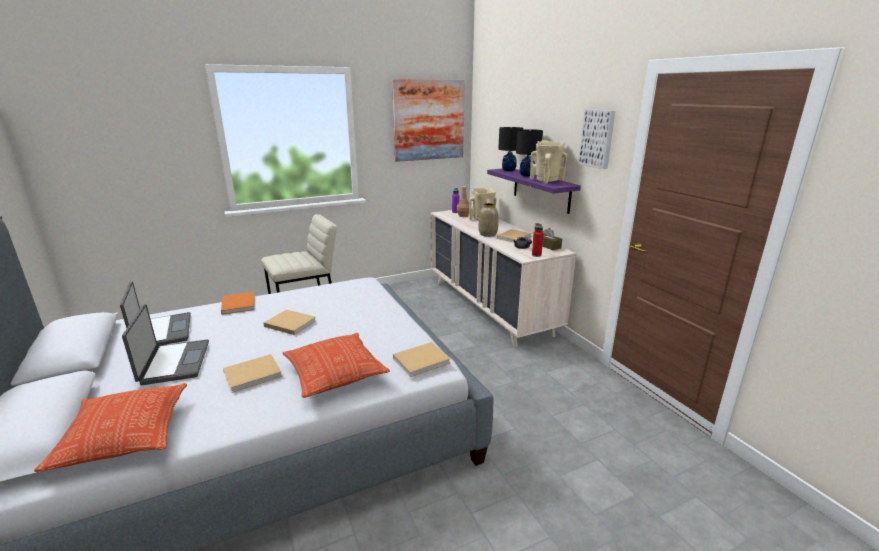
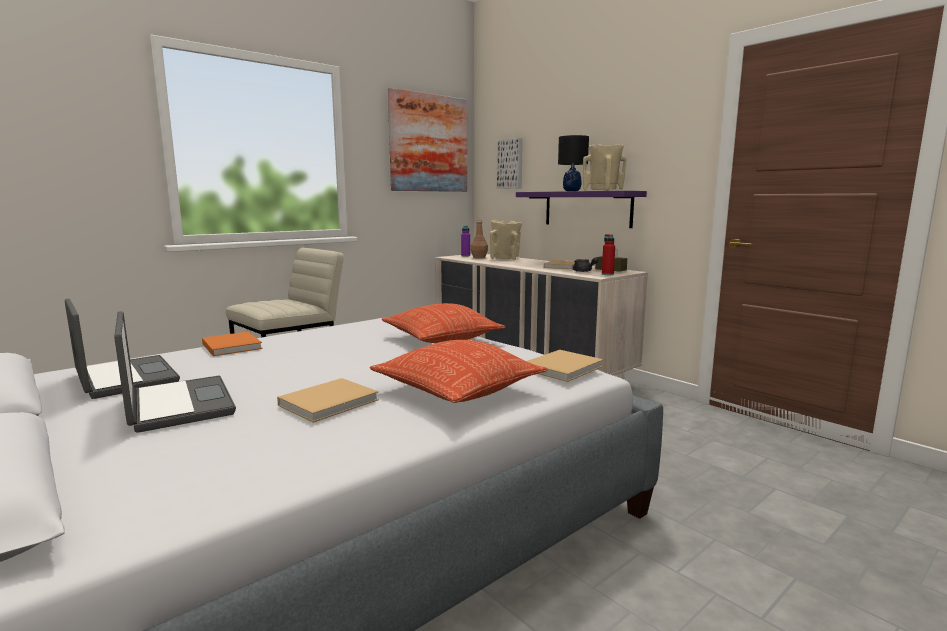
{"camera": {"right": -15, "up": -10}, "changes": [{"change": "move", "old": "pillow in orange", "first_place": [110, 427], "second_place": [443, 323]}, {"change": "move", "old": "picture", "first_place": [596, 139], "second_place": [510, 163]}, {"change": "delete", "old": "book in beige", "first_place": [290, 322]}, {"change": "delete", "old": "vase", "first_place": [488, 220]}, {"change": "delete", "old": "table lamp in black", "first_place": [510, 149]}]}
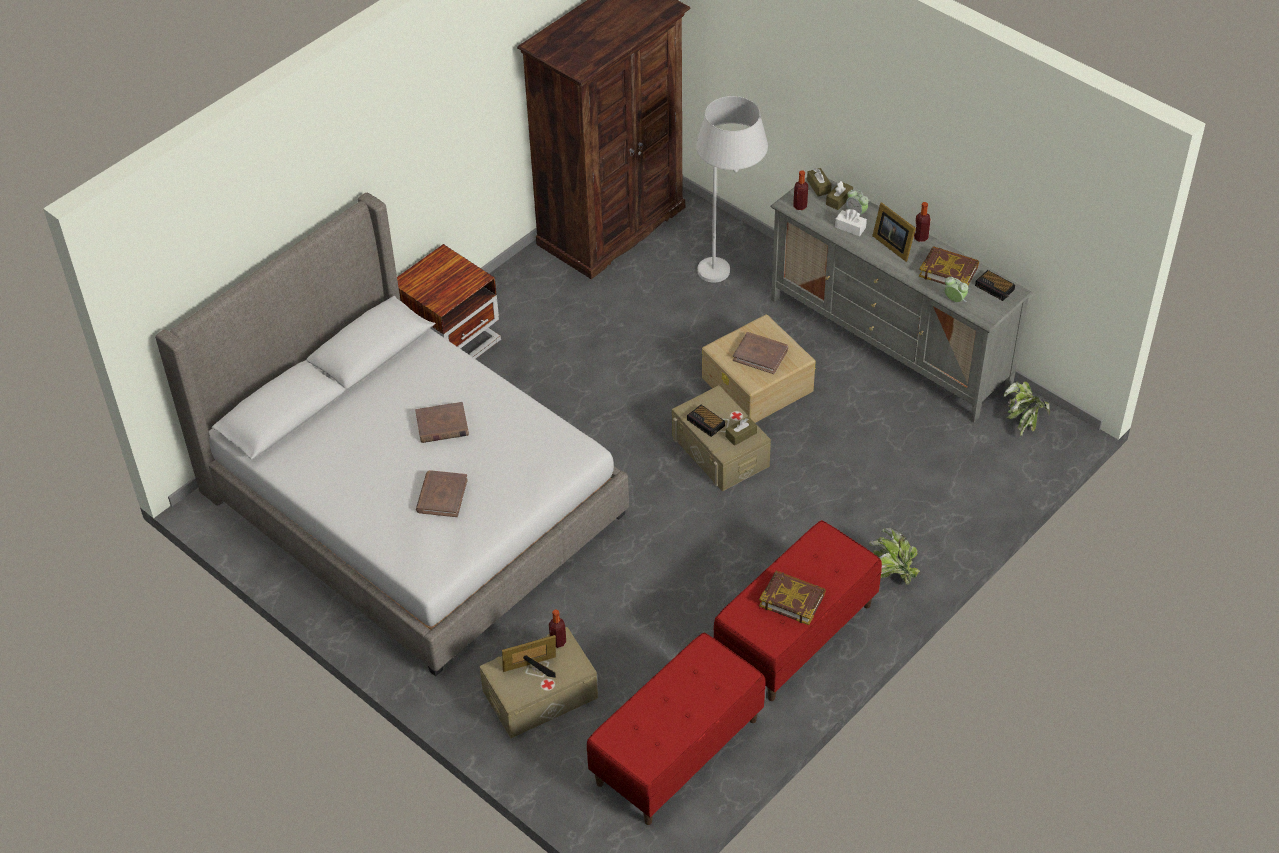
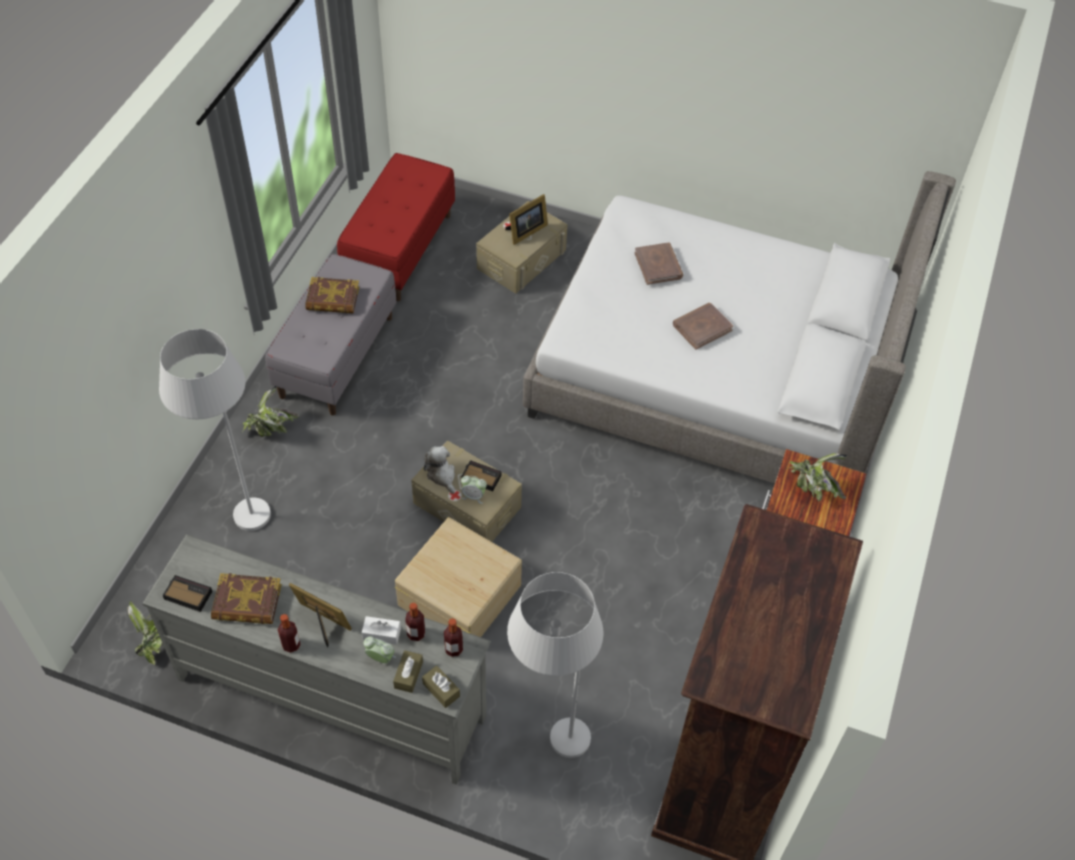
{"camera": {"right": 155, "up": 5}, "changes": [{"change": "insert", "new": "floor lamp in white", "second_place": [215, 430]}, {"change": "recolor", "old": "bench in red", "new": "bench in grey", "first_place": [797, 610], "second_place": [331, 334]}, {"change": "move", "old": "bottle", "first_place": [557, 628], "second_place": [415, 622]}, {"change": "replace", "old": "tissue box in brown", "new": "plush toy", "first_place": [741, 431], "second_place": [439, 470]}, {"change": "move", "old": "alarm clock", "first_place": [956, 289], "second_place": [474, 489]}, {"change": "insert", "new": "potted plant", "second_place": [817, 477]}, {"change": "delete", "old": "book in brown", "first_place": [760, 353]}]}
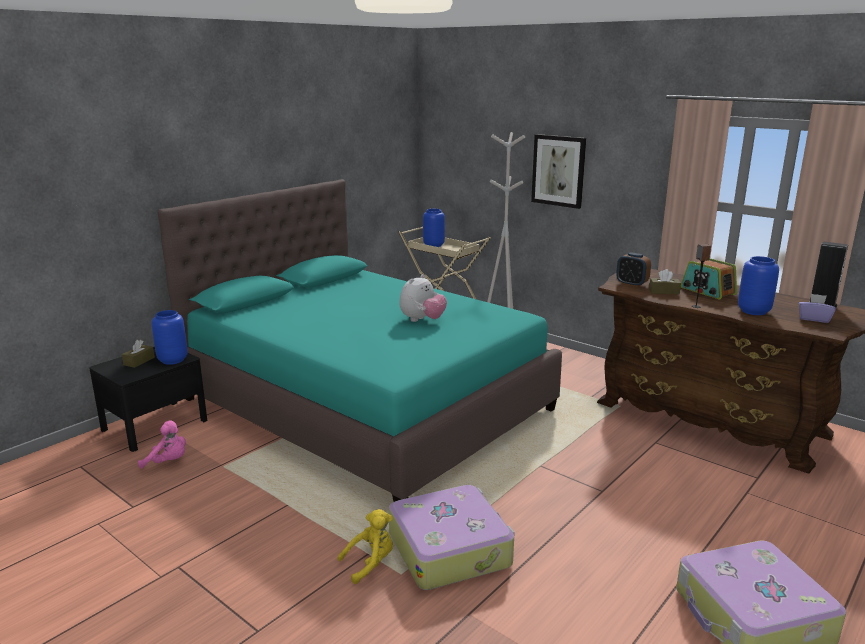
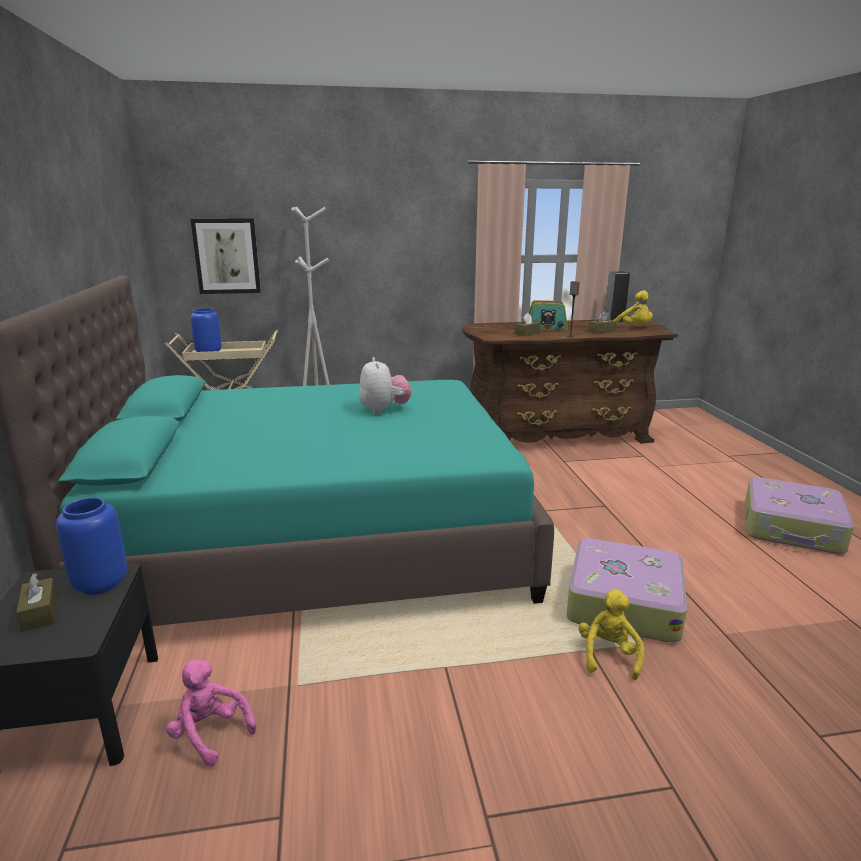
{"camera": {"right": -50, "up": 0}, "changes": [{"change": "rotate", "old": "plush toy in pink", "first_place": [162, 445], "second_place": [211, 713], "degrees": -105}, {"change": "move", "old": "picture", "first_place": [558, 171], "second_place": [225, 256]}, {"change": "replace", "old": "vase in blue", "new": "tissue box in brown", "first_place": [758, 285], "second_place": [602, 322]}, {"change": "replace", "old": "tissue box in purple", "new": "plush toy in yellow", "first_place": [817, 308], "second_place": [633, 307]}, {"change": "delete", "old": "alarm clock", "first_place": [633, 269]}]}
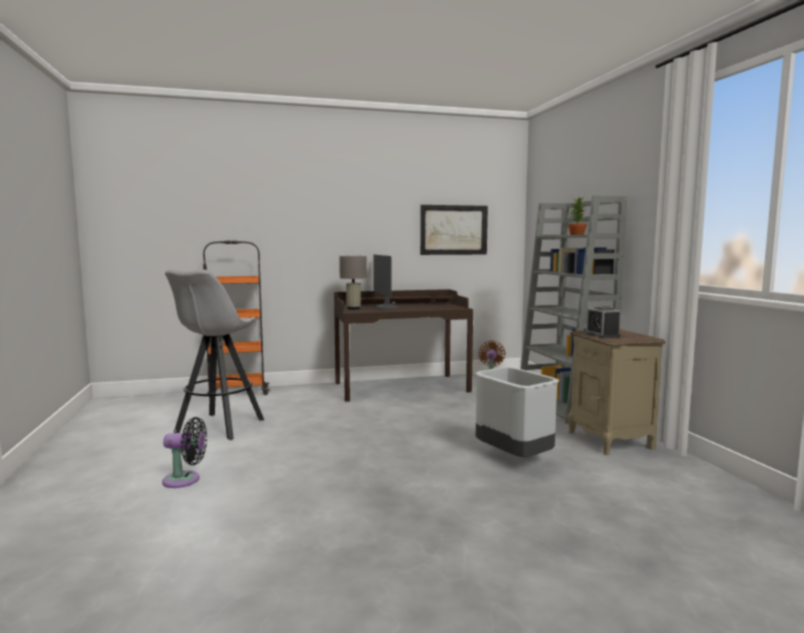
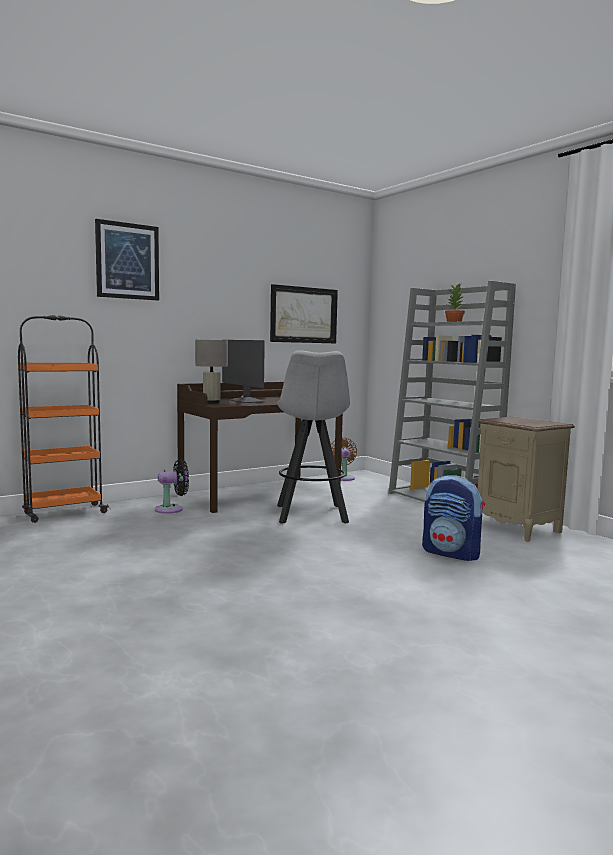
{"camera": {"right": -20, "up": 0}, "changes": [{"change": "insert", "new": "picture", "second_place": [127, 260]}, {"change": "move", "old": "fan in black", "first_place": [184, 452], "second_place": [172, 486]}, {"change": "move", "old": "stool in grey", "first_place": [214, 354], "second_place": [313, 436]}, {"change": "replace", "old": "trash can in grey", "new": "backpack", "first_place": [517, 412], "second_place": [453, 518]}, {"change": "delete", "old": "alarm clock", "first_place": [603, 322]}]}
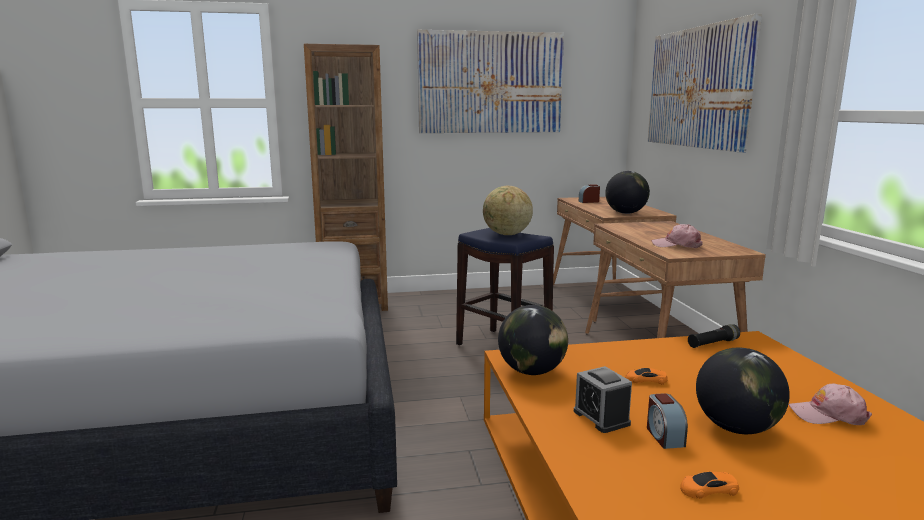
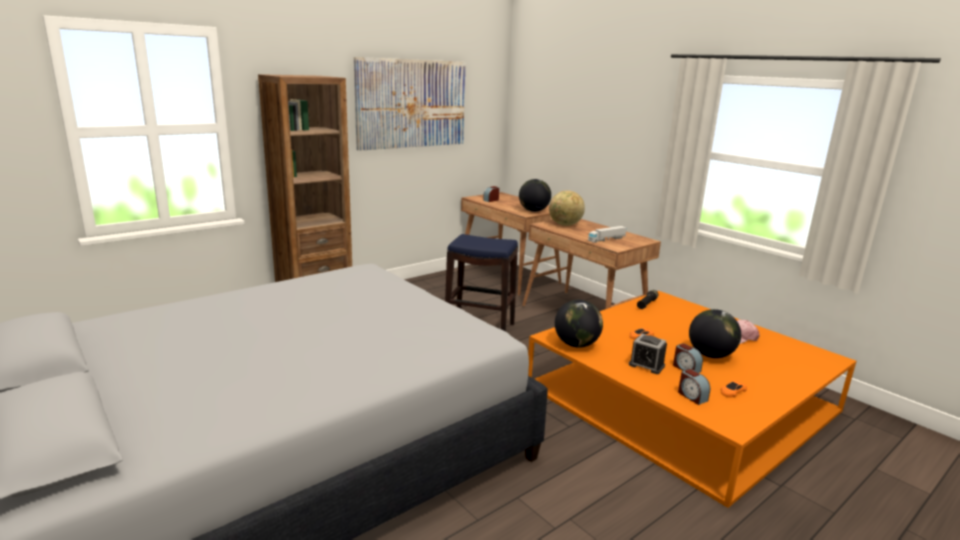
{"camera": {"right": -30, "up": 5}, "changes": [{"change": "move", "old": "globe", "first_place": [508, 210], "second_place": [567, 208]}, {"change": "replace", "old": "cap in pink", "new": "toy truck", "first_place": [677, 236], "second_place": [607, 234]}, {"change": "insert", "new": "alarm clock", "second_place": [694, 387]}, {"change": "delete", "old": "picture", "first_place": [705, 83]}]}
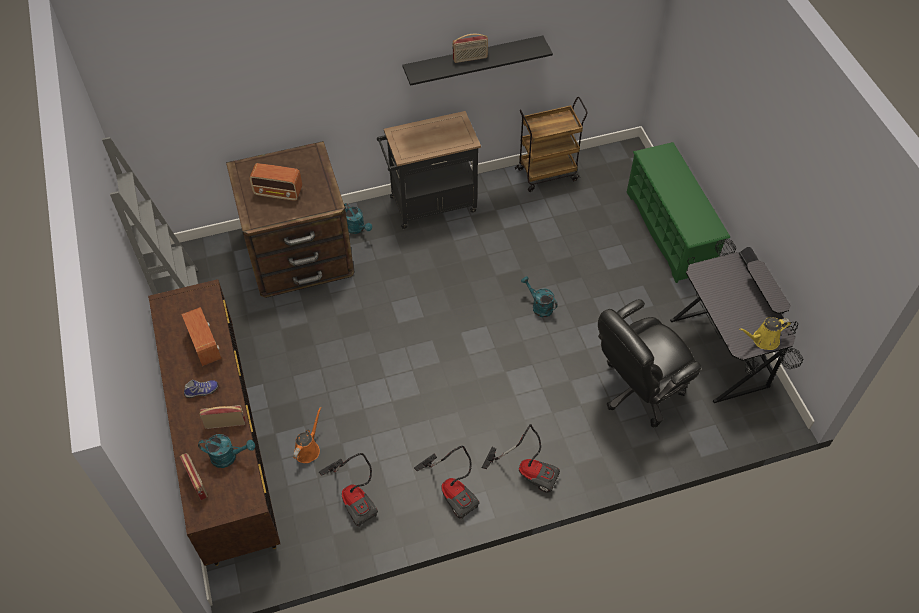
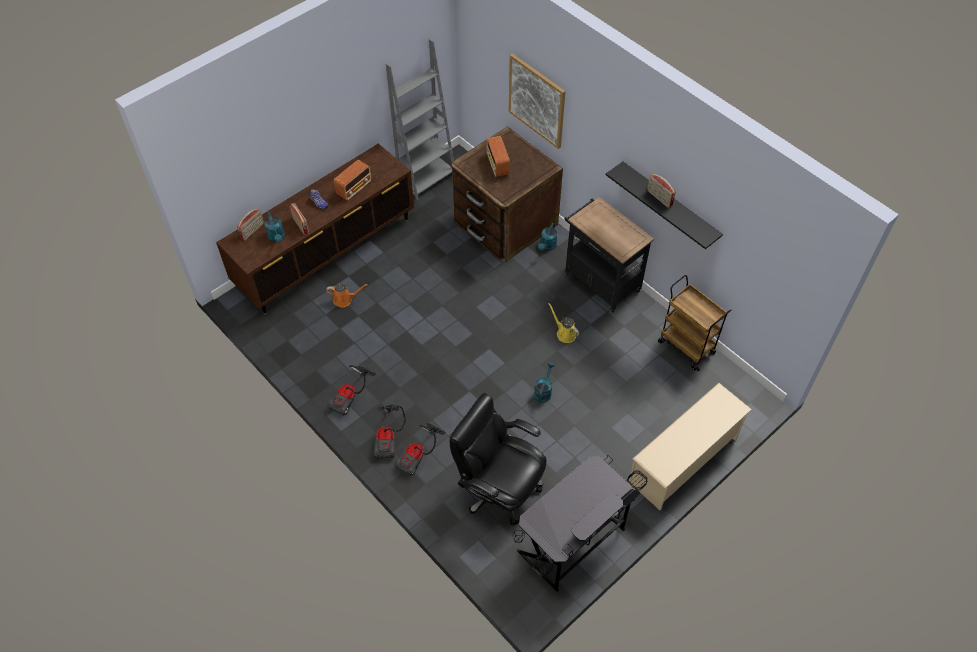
{"camera": {"right": 65, "up": 0}, "changes": [{"change": "move", "old": "vacuum cleaner", "first_place": [348, 489], "second_place": [419, 450]}, {"change": "insert", "new": "picture", "second_place": [537, 101]}, {"change": "move", "old": "watering can in yellow", "first_place": [765, 333], "second_place": [563, 323]}, {"change": "recolor", "old": "shoe rack in green", "new": "shoe rack in beige", "first_place": [678, 212], "second_place": [690, 446]}]}
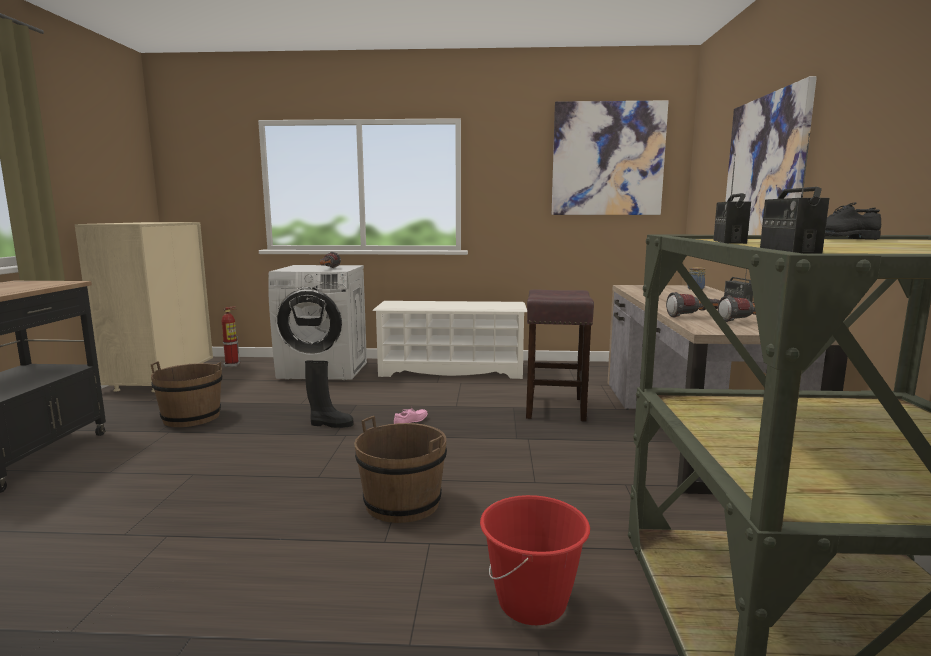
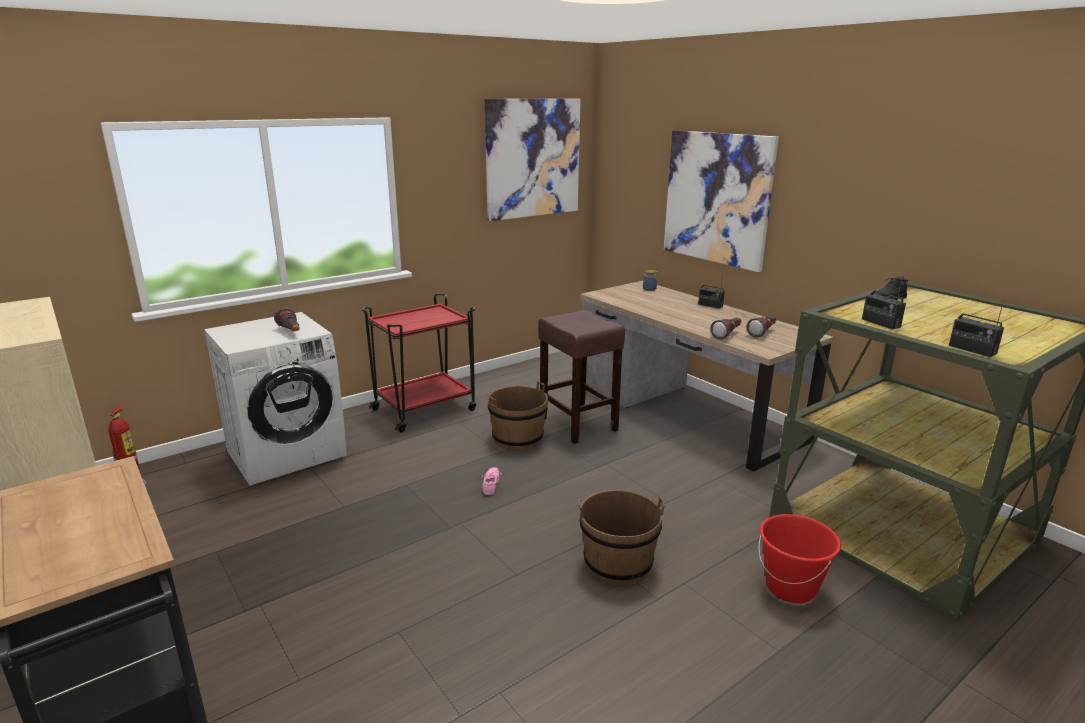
{"camera": {"right": -40, "up": 10}, "changes": [{"change": "replace", "old": "shoe rack in white", "new": "cart in red", "first_place": [449, 340], "second_place": [419, 362]}, {"change": "move", "old": "bucket in brown", "first_place": [186, 394], "second_place": [518, 415]}, {"change": "delete", "old": "boot in black", "first_place": [329, 394]}]}
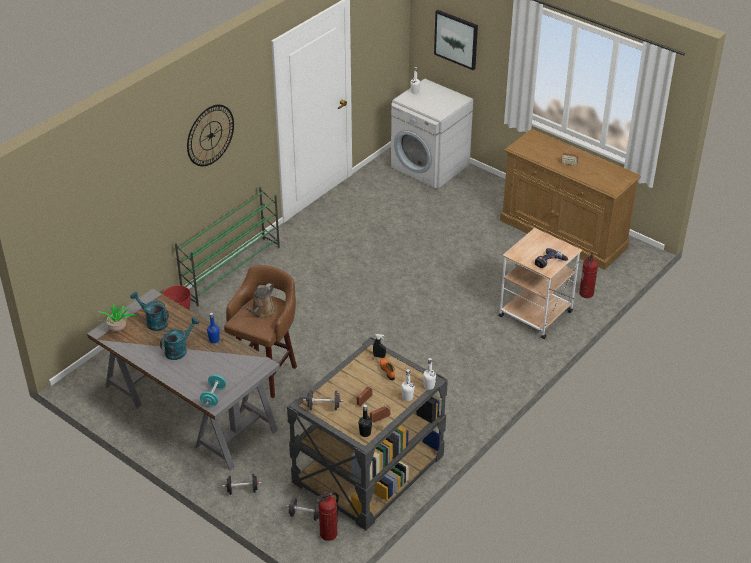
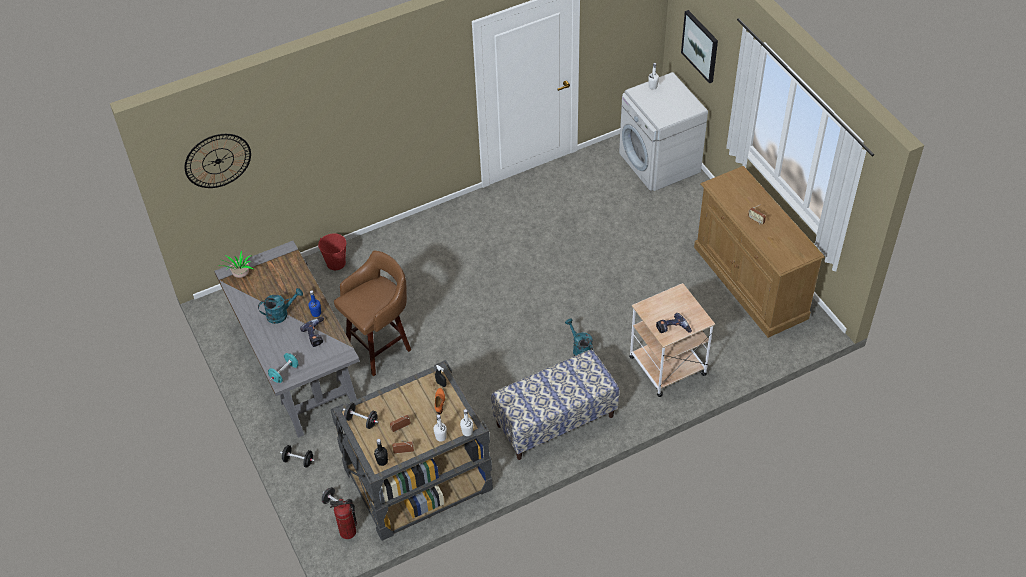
{"camera": {"right": 25, "up": 10}, "changes": [{"change": "move", "old": "wall clock", "first_place": [210, 135], "second_place": [217, 161]}, {"change": "insert", "new": "power drill", "second_place": [312, 332]}, {"change": "insert", "new": "bench", "second_place": [555, 405]}, {"change": "move", "old": "watering can in turquoise", "first_place": [149, 311], "second_place": [579, 337]}, {"change": "delete", "old": "shoe rack in green", "first_place": [227, 246]}, {"change": "delete", "old": "watering can in brown", "first_place": [258, 301]}, {"change": "delete", "old": "fire extinguisher", "first_place": [588, 275]}]}
